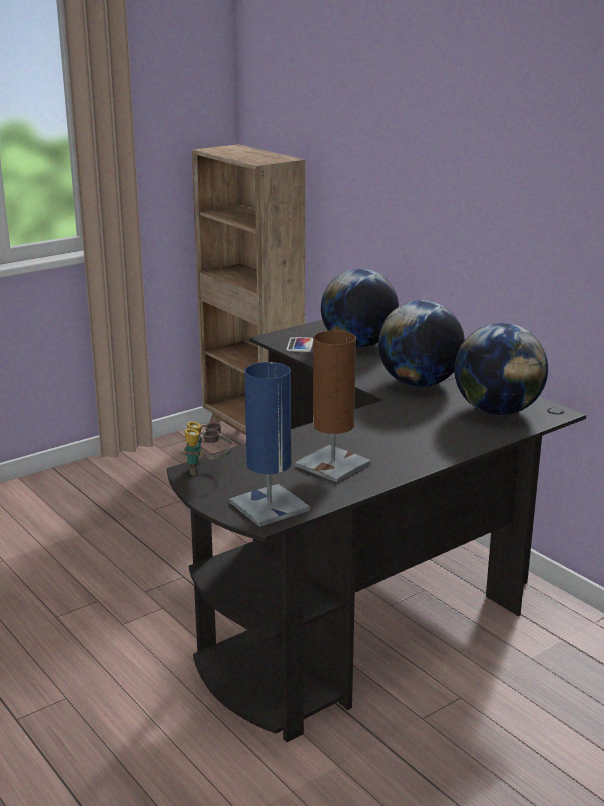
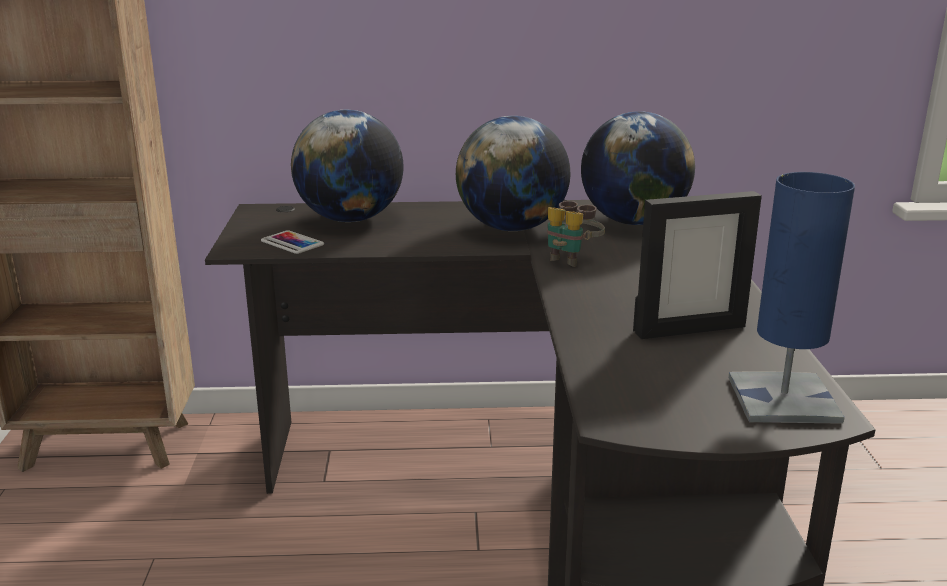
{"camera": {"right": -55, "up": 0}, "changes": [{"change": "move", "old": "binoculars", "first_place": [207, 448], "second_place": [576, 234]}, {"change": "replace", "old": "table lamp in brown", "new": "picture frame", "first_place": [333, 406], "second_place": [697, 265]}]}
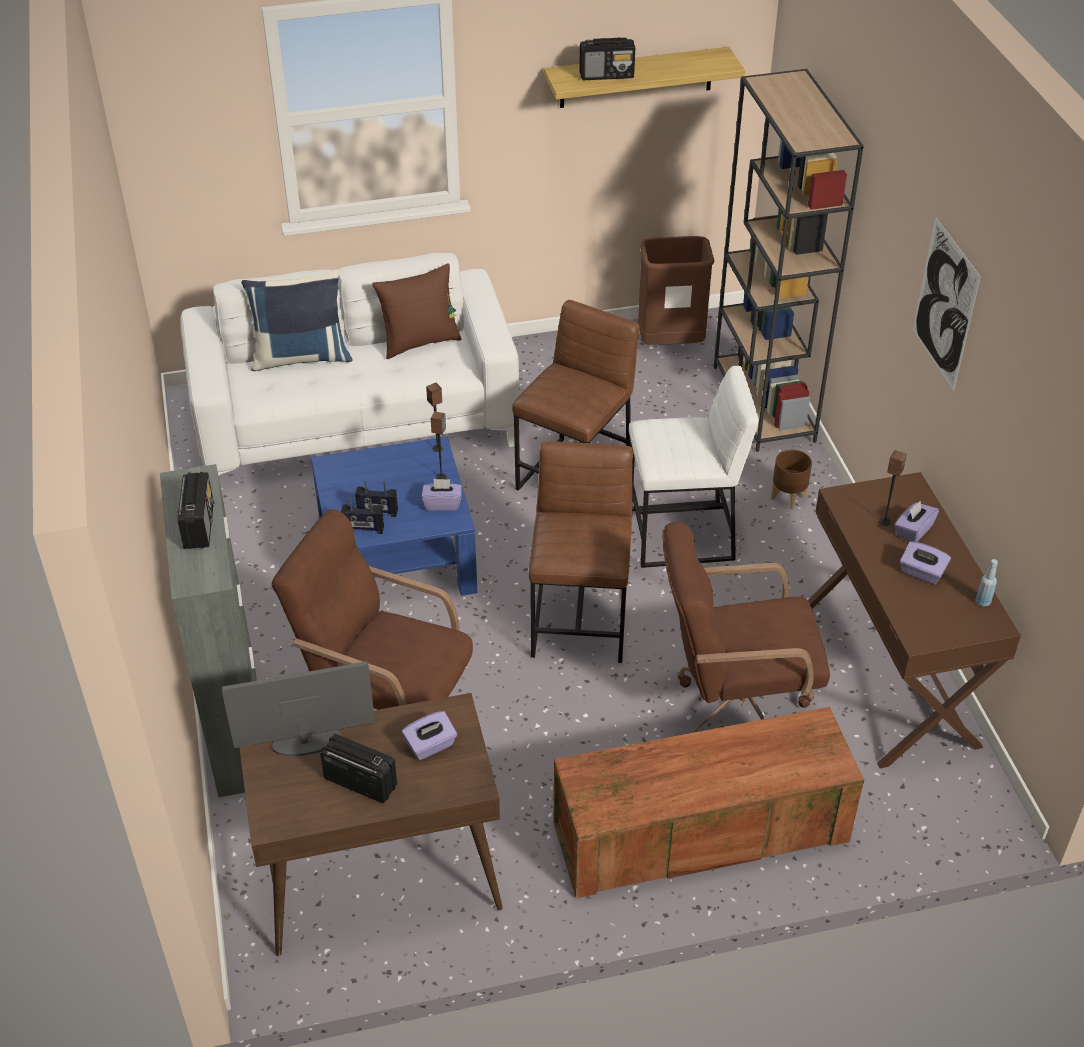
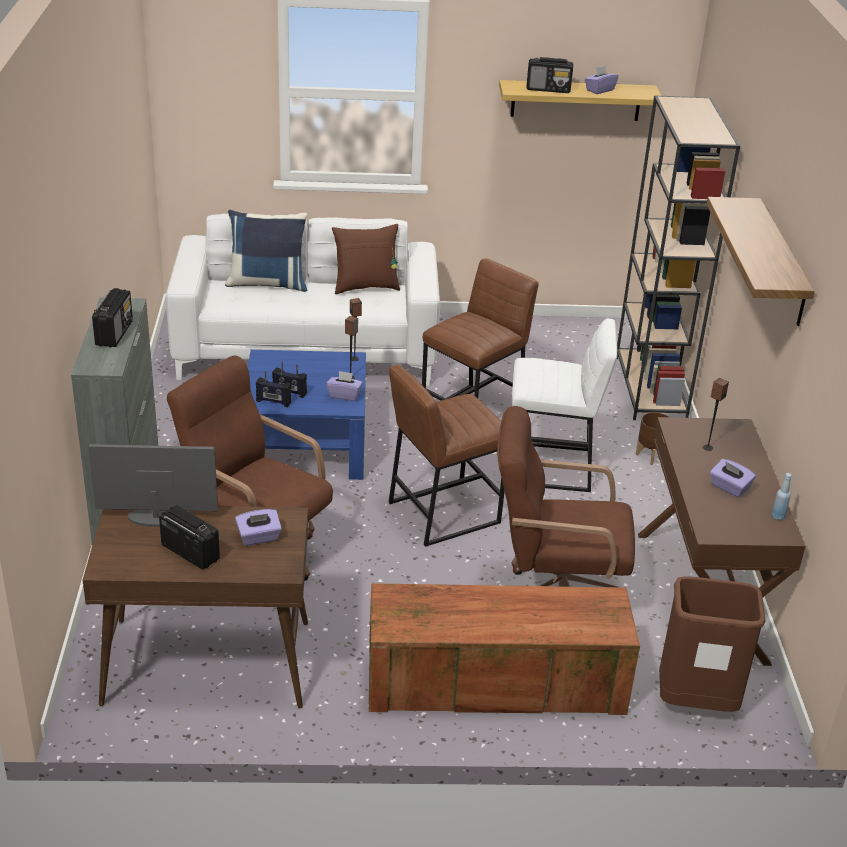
{"camera": {"right": 10, "up": -10}, "changes": [{"change": "rotate", "old": "chair in brown", "first_place": [581, 552], "second_place": [447, 456], "degrees": -135}, {"change": "move", "old": "tissue box in purple", "first_place": [917, 521], "second_place": [602, 79]}, {"change": "move", "old": "trash can in brown", "first_place": [676, 290], "second_place": [712, 644]}, {"change": "replace", "old": "picture", "new": "shelf", "first_place": [947, 304], "second_place": [761, 261]}]}
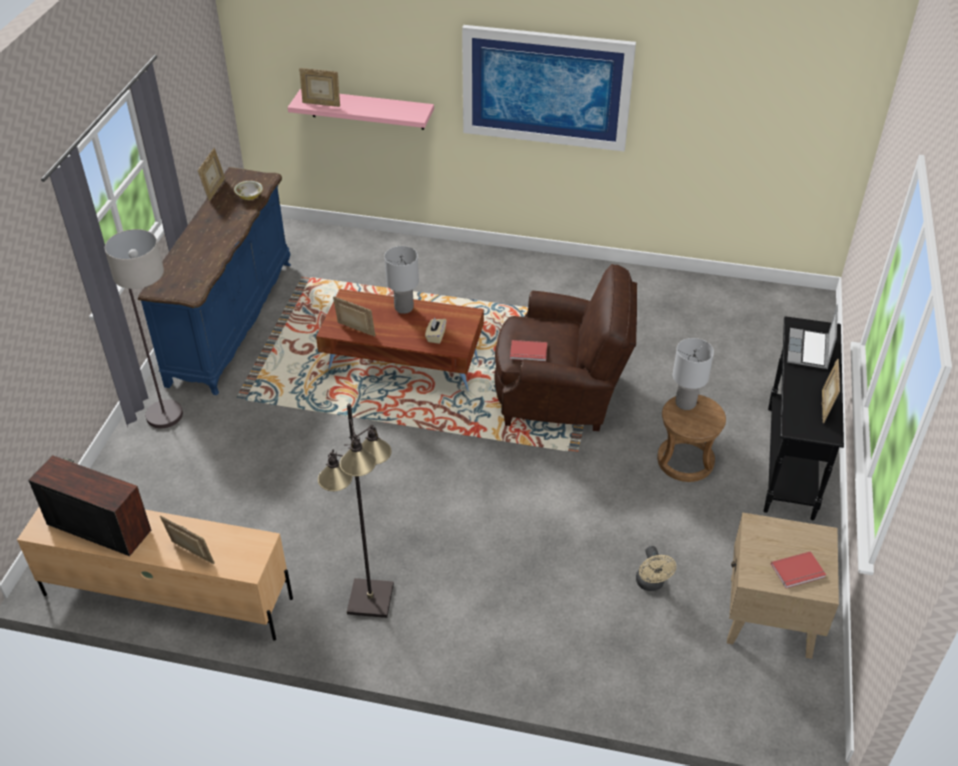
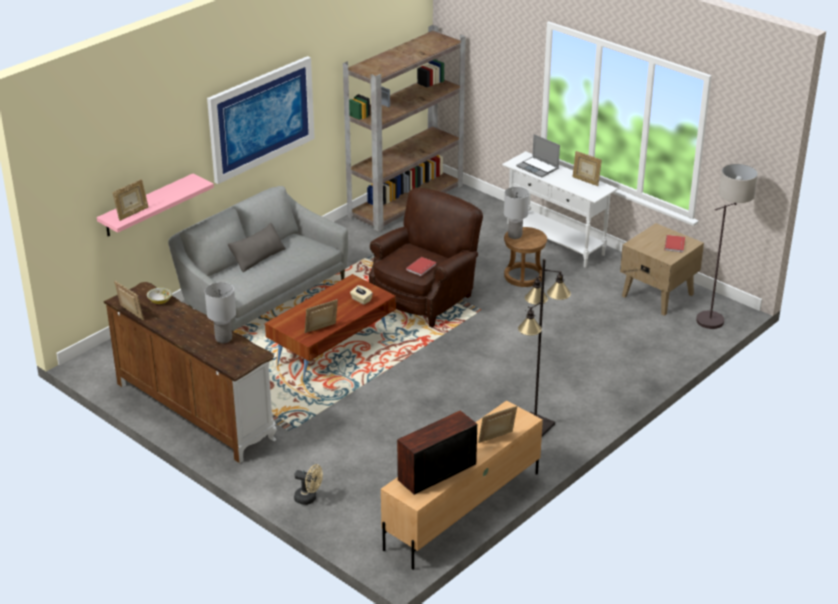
{"camera": {"right": -60, "up": -10}, "changes": [{"change": "recolor", "old": "cabinet in blue", "new": "cabinet in white", "first_place": [214, 281], "second_place": [190, 372]}, {"change": "insert", "new": "sofa in grey", "second_place": [258, 258]}, {"change": "move", "old": "table lamp in grey", "first_place": [401, 280], "second_place": [220, 312]}, {"change": "move", "old": "fan in beige", "first_place": [656, 568], "second_place": [308, 484]}, {"change": "insert", "new": "bookcase in brown", "second_place": [404, 128]}, {"change": "recolor", "old": "console table in black", "new": "console table in white", "first_place": [804, 418], "second_place": [560, 209]}, {"change": "move", "old": "floor lamp in grey", "first_place": [144, 328], "second_place": [727, 246]}]}
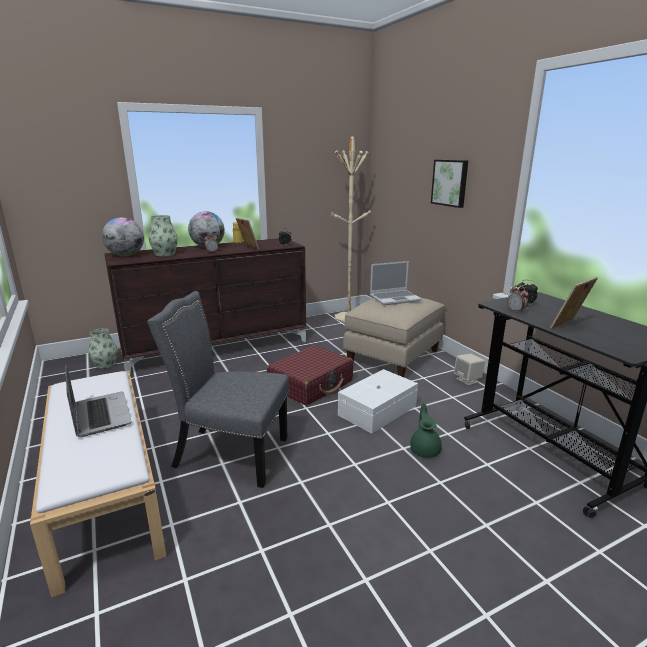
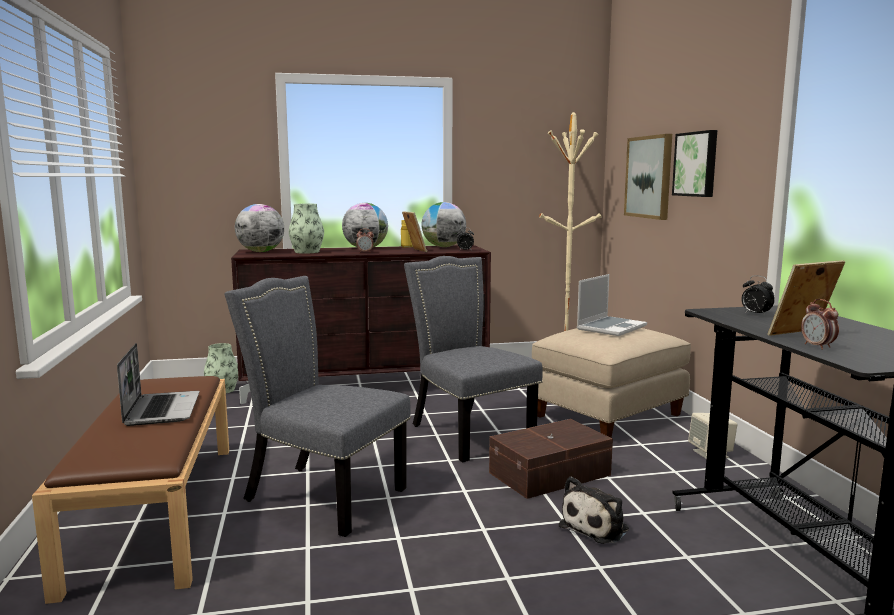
{"camera": {"right": 15, "up": -10}, "changes": [{"change": "recolor", "old": "bench in white", "new": "bench in brown", "first_place": [98, 484], "second_place": [130, 490]}, {"change": "replace", "old": "suitcase in red", "new": "chair in grey", "first_place": [310, 375], "second_place": [473, 359]}, {"change": "insert", "new": "globe", "second_place": [443, 224]}, {"change": "recolor", "old": "storage box in white", "new": "storage box in brown", "first_place": [378, 401], "second_place": [551, 459]}, {"change": "replace", "old": "teapot in green", "new": "plush toy", "first_place": [426, 430], "second_place": [594, 510]}, {"change": "rotate", "old": "laptop", "first_place": [396, 283], "second_place": [612, 305], "degrees": -45}, {"change": "insert", "new": "picture", "second_place": [648, 177]}, {"change": "move", "old": "alarm clock", "first_place": [517, 298], "second_place": [820, 324]}]}
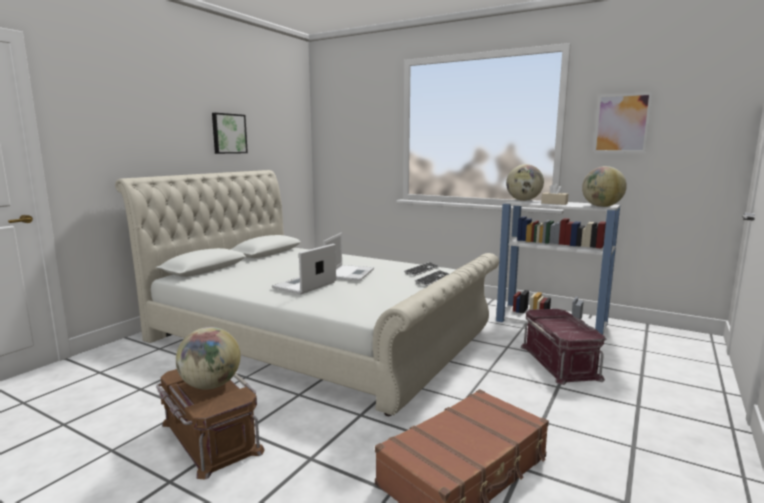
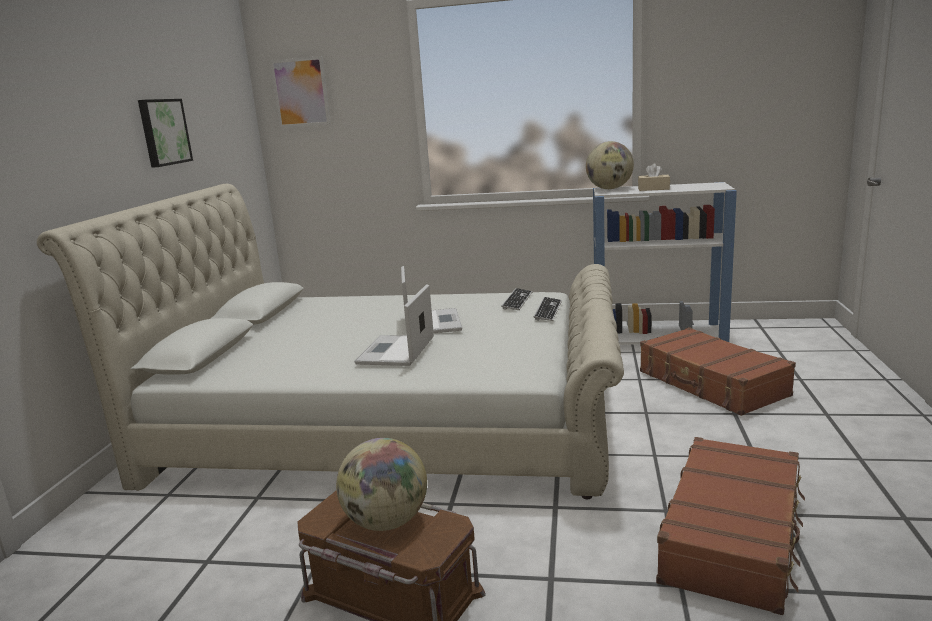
{"camera": {"right": -20, "up": 5}, "changes": [{"change": "move", "old": "picture", "first_place": [623, 122], "second_place": [300, 92]}, {"change": "replace", "old": "storage box in red", "new": "suitcase in brown", "first_place": [563, 347], "second_place": [718, 371]}, {"change": "delete", "old": "globe", "first_place": [604, 186]}]}
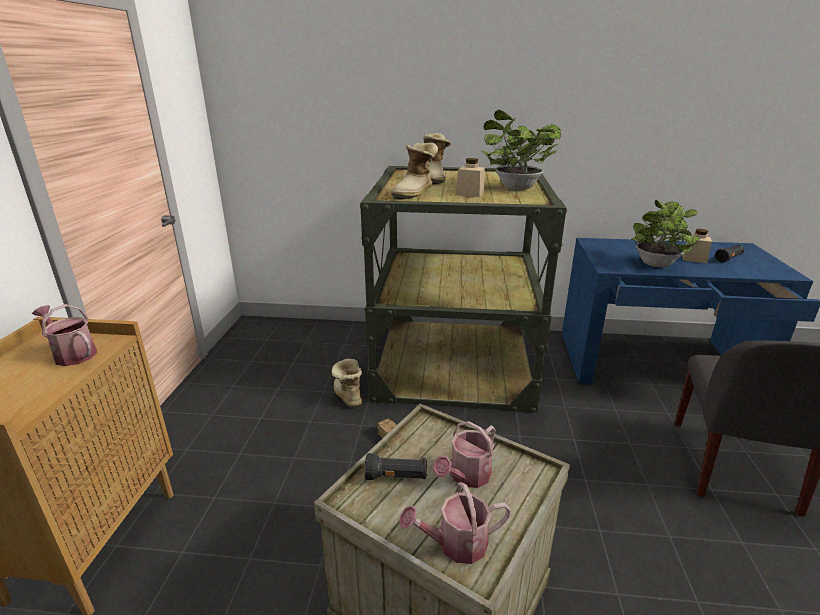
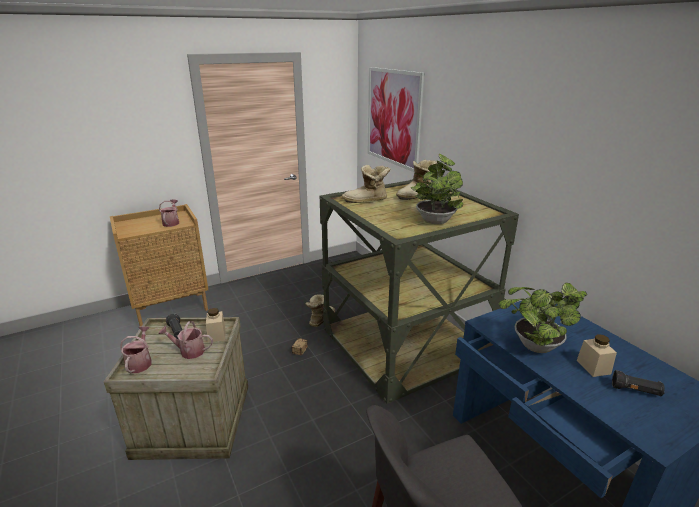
{"camera": {"right": 55, "up": 0}, "changes": [{"change": "rotate", "old": "watering can", "first_place": [455, 523], "second_place": [136, 349], "degrees": 45}, {"change": "move", "old": "jar in beige", "first_place": [470, 177], "second_place": [216, 325]}, {"change": "insert", "new": "picture", "second_place": [396, 119]}]}
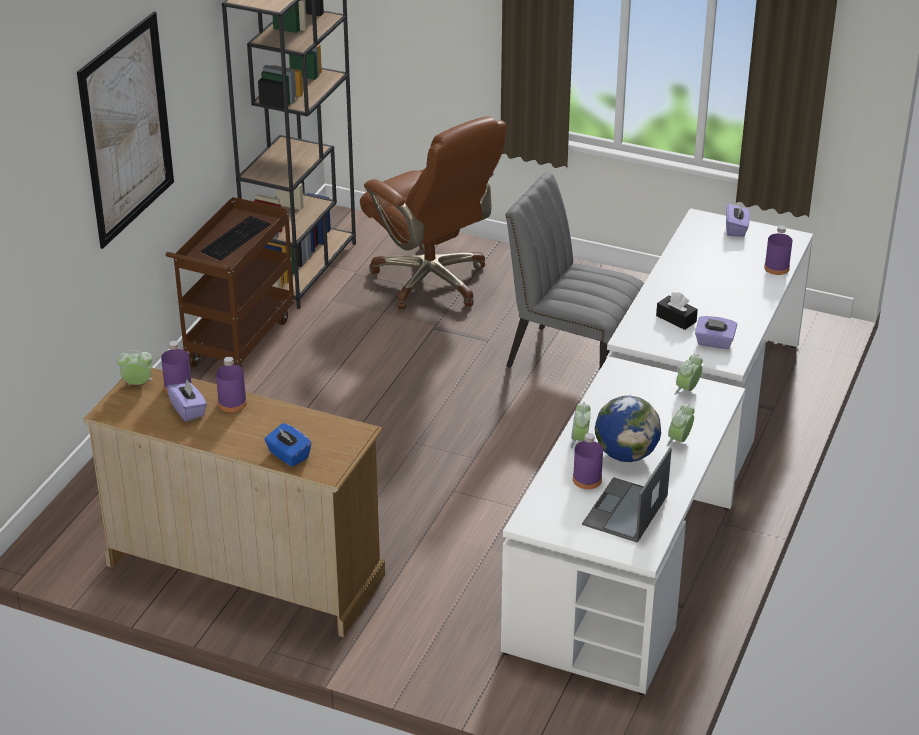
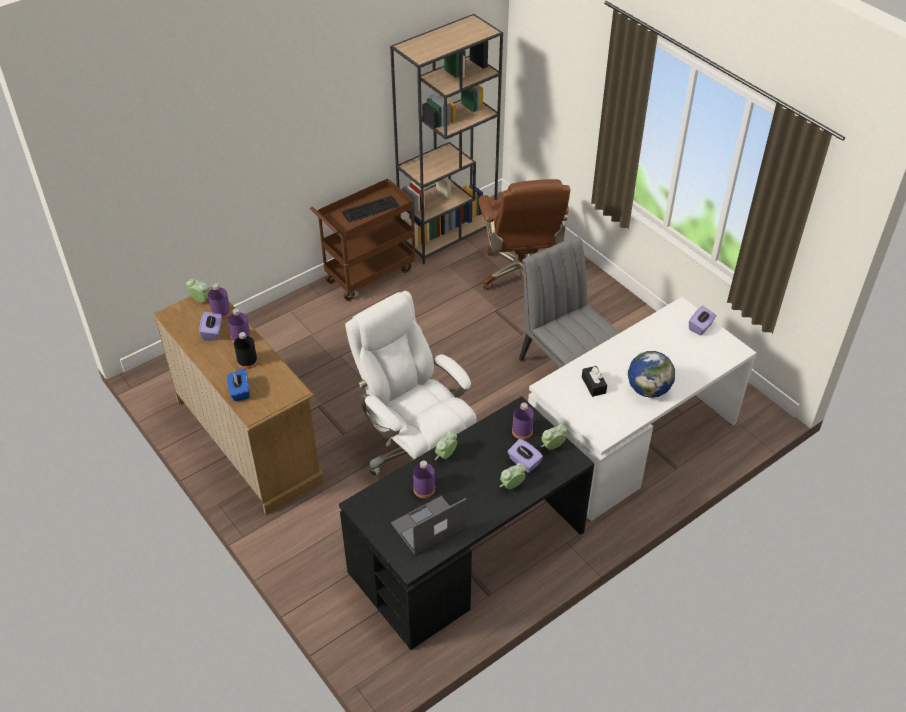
{"camera": {"right": 30, "up": 10}, "changes": [{"change": "insert", "new": "bottle in black", "second_place": [246, 350]}, {"change": "recolor", "old": "desk in white", "new": "desk in black", "first_place": [623, 525], "second_place": [467, 523]}, {"change": "insert", "new": "office chair in white", "second_place": [411, 383]}, {"change": "move", "old": "tissue box in purple", "first_place": [716, 332], "second_place": [525, 456]}, {"change": "move", "old": "bottle in purple", "first_place": [778, 250], "second_place": [523, 421]}, {"change": "move", "old": "globe", "first_place": [628, 429], "second_place": [651, 374]}, {"change": "delete", "old": "picture", "first_place": [125, 130]}]}
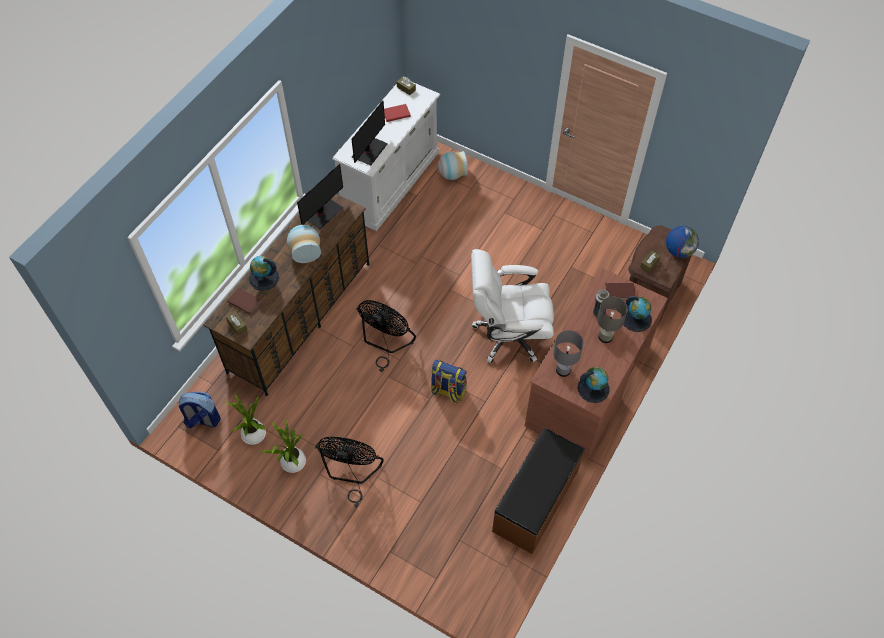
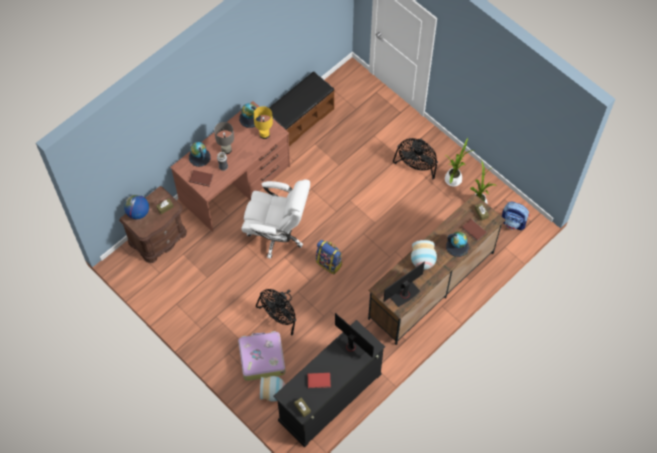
{"camera": {"right": -165, "up": 5}, "changes": [{"change": "insert", "new": "suitcase", "second_place": [262, 356]}, {"change": "recolor", "old": "table lamp in grey", "new": "table lamp in yellow", "first_place": [568, 353], "second_place": [263, 122]}, {"change": "move", "old": "fan in black", "first_place": [386, 336], "second_place": [276, 312]}, {"change": "recolor", "old": "cabinet in white", "new": "cabinet in black", "first_place": [386, 156], "second_place": [329, 383]}, {"change": "move", "old": "backpack", "first_place": [449, 381], "second_place": [329, 257]}, {"change": "rotate", "old": "monitor", "first_place": [370, 133], "second_place": [354, 337], "degrees": 90}]}
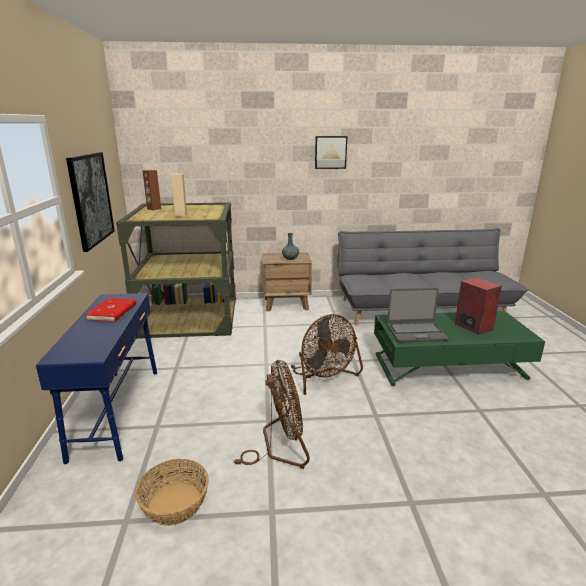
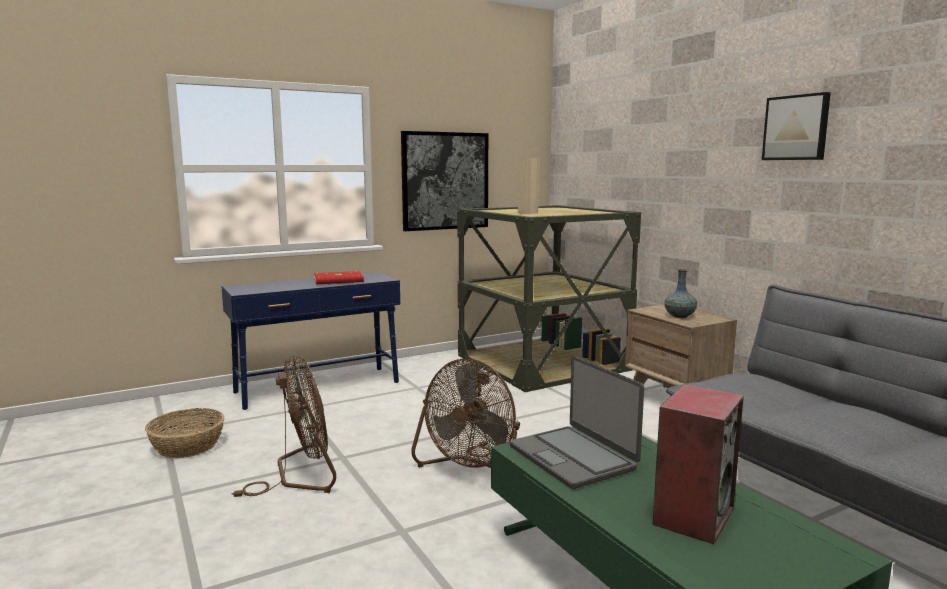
{"camera": {"right": 65, "up": -10}, "changes": [{"change": "rotate", "old": "fan in brown", "first_place": [272, 414], "second_place": [283, 426], "degrees": -75}, {"change": "delete", "old": "speaker in brown", "first_place": [151, 190]}]}
